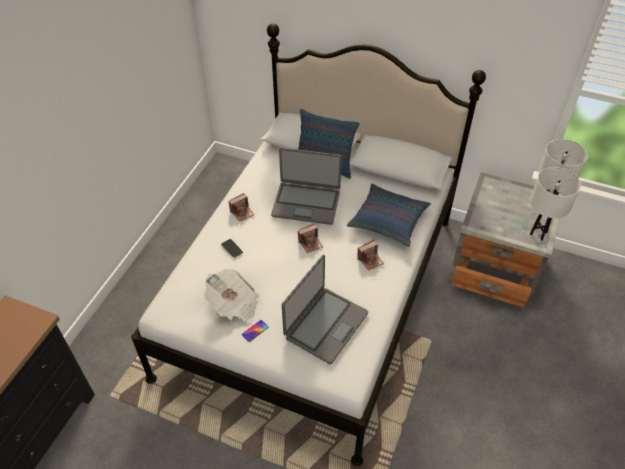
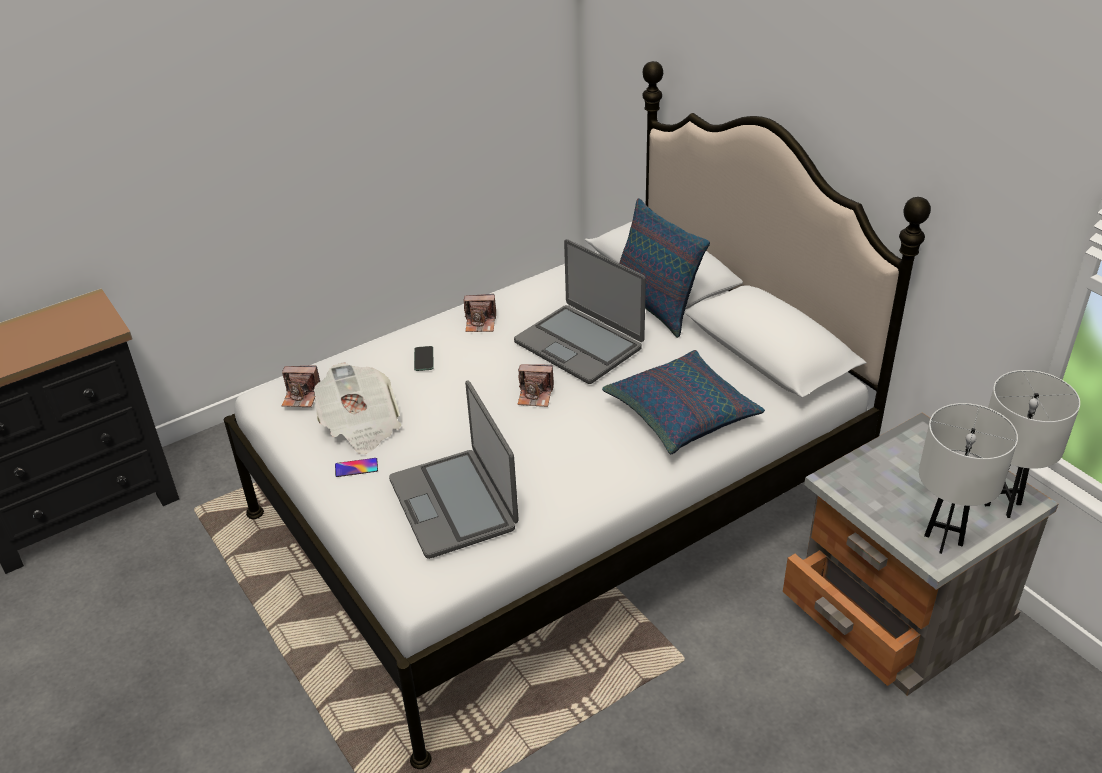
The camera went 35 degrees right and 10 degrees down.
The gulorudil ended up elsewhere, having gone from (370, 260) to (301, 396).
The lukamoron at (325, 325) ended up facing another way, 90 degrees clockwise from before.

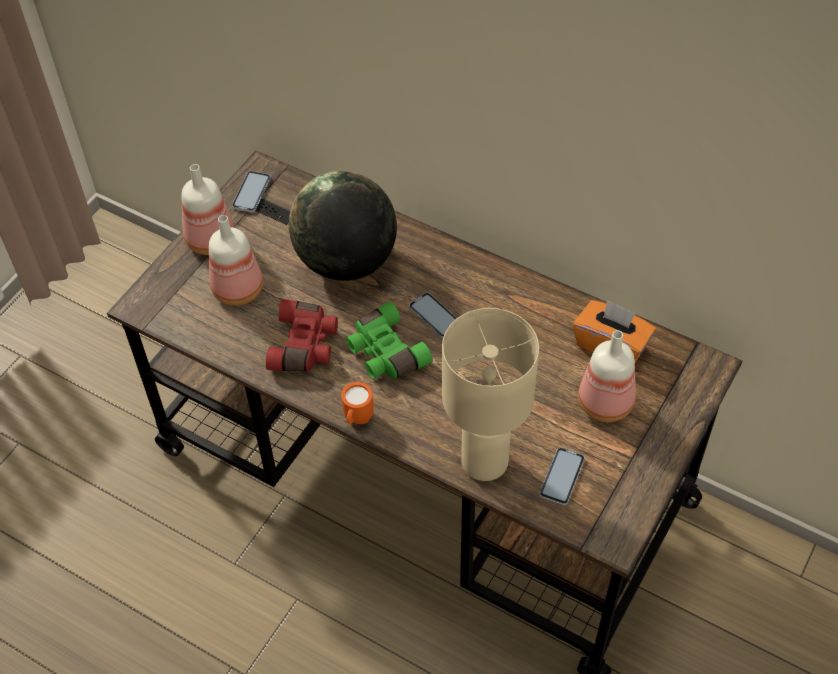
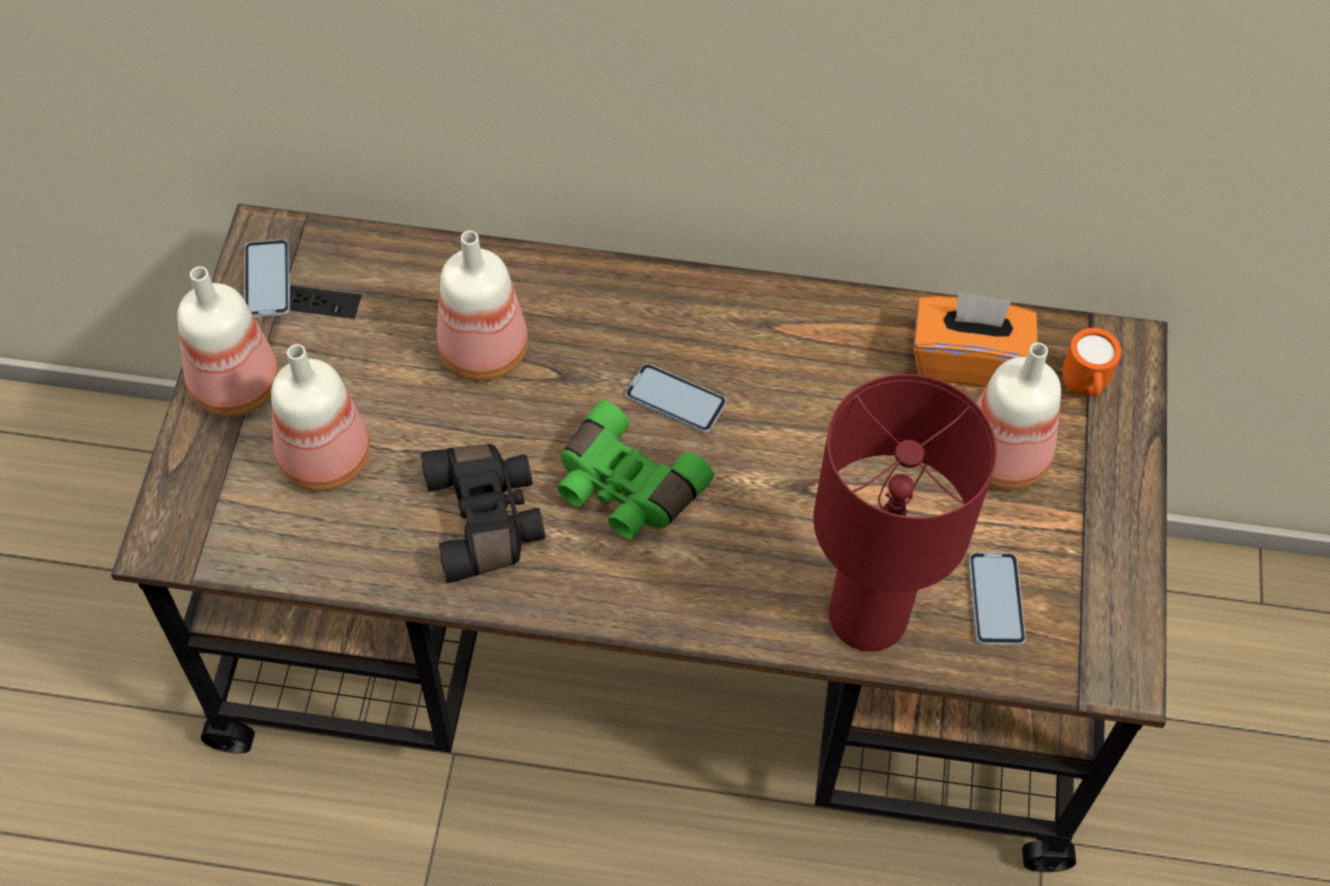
The camera went 25 degrees left and 5 degrees up.
Where the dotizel stood at (347, 261), the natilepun came to stand at (487, 351).
What was the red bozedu at (305, 345) turned into the black bozedu at (487, 519).
What was the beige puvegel at (485, 460) turned into the red puvegel at (868, 615).
The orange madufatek ended up elsewhere, having gone from (357, 420) to (1083, 389).

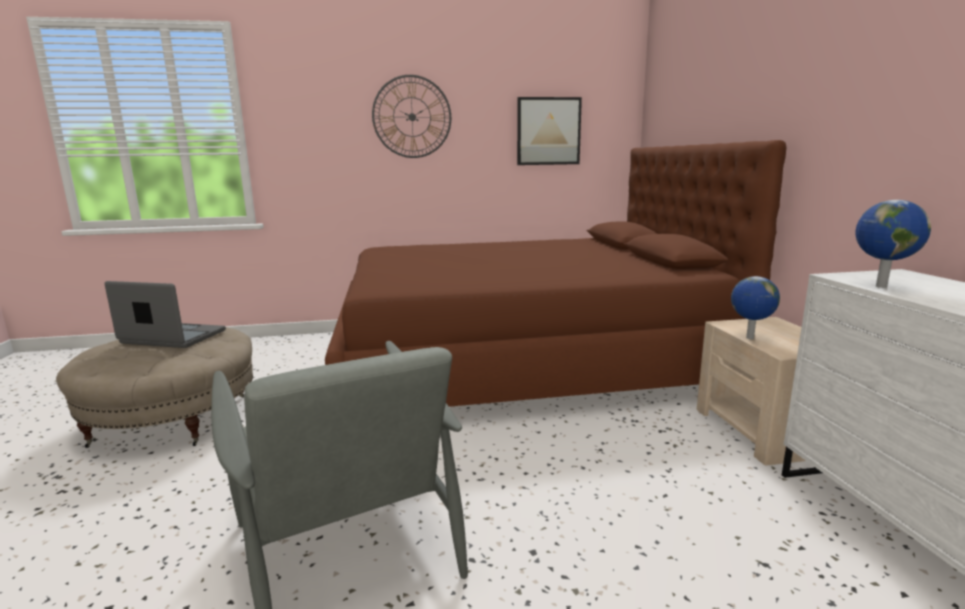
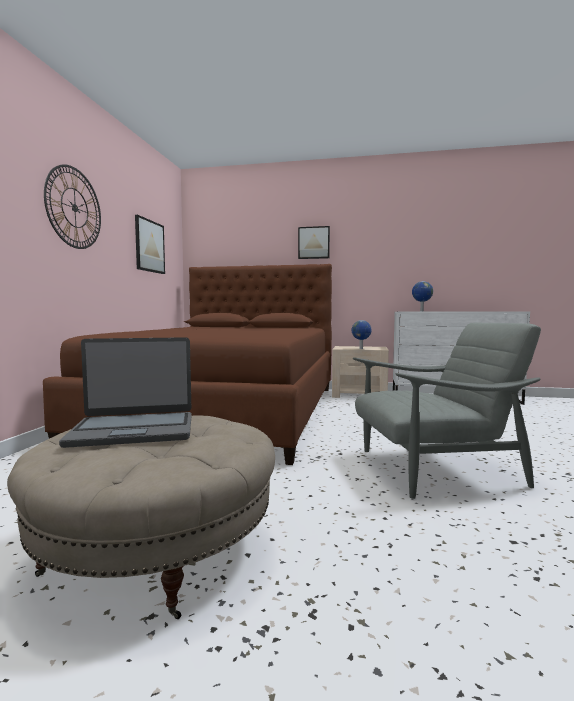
The camera went 70 degrees left and 10 degrees down.
The lukamoron at (172, 337) ended up facing another way, 135 degrees counterclockwise from before.
The second view gained the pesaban at (314, 243).

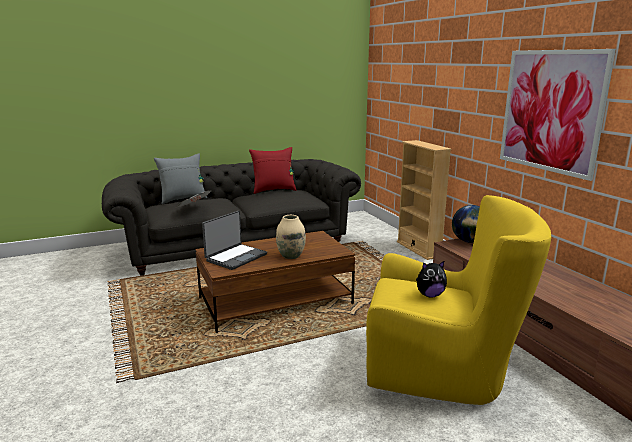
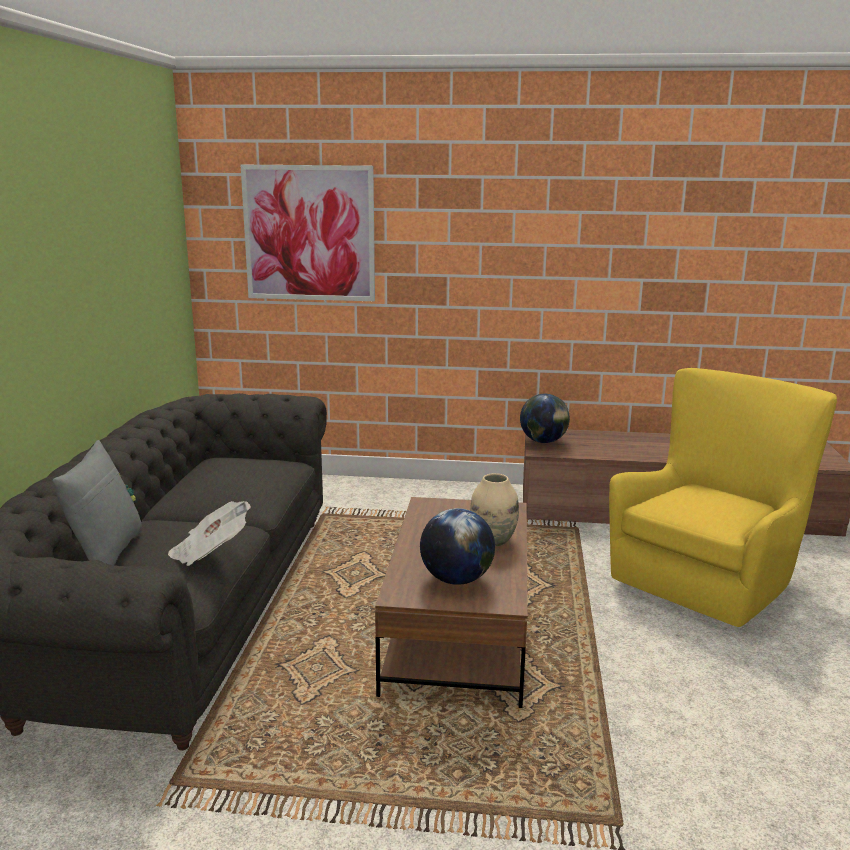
The camera went 60 degrees left and 0 degrees up.
The pesaban ended up elsewhere, having gone from (551, 111) to (309, 233).
The second view lost the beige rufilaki at (418, 249).
The second view lost the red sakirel at (273, 191).
Where the lukamoron stood at (235, 257), the dotizel came to stand at (456, 579).
The second view lost the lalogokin at (429, 295).

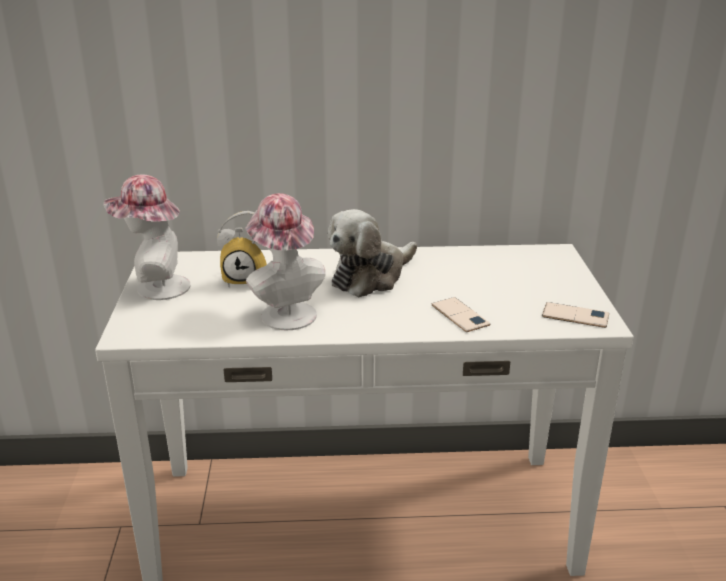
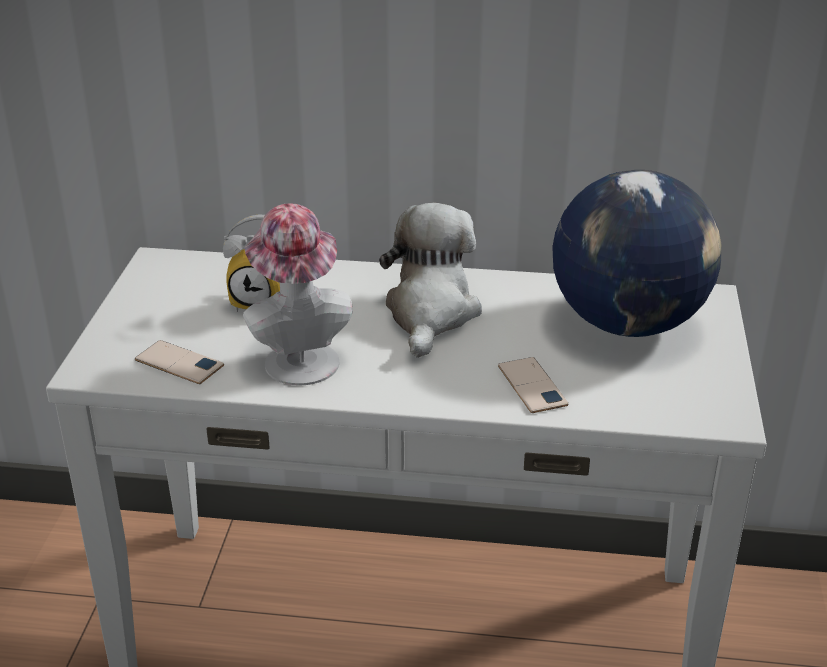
The camera went 10 degrees right and 5 degrees up.
The second view lost the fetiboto at (156, 288).
The lalogokin at (371, 277) ended up facing another way, 135 degrees clockwise from before.
The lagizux ended up elsewhere, having gone from (575, 315) to (179, 363).
The second view gained the dotizel at (629, 323).

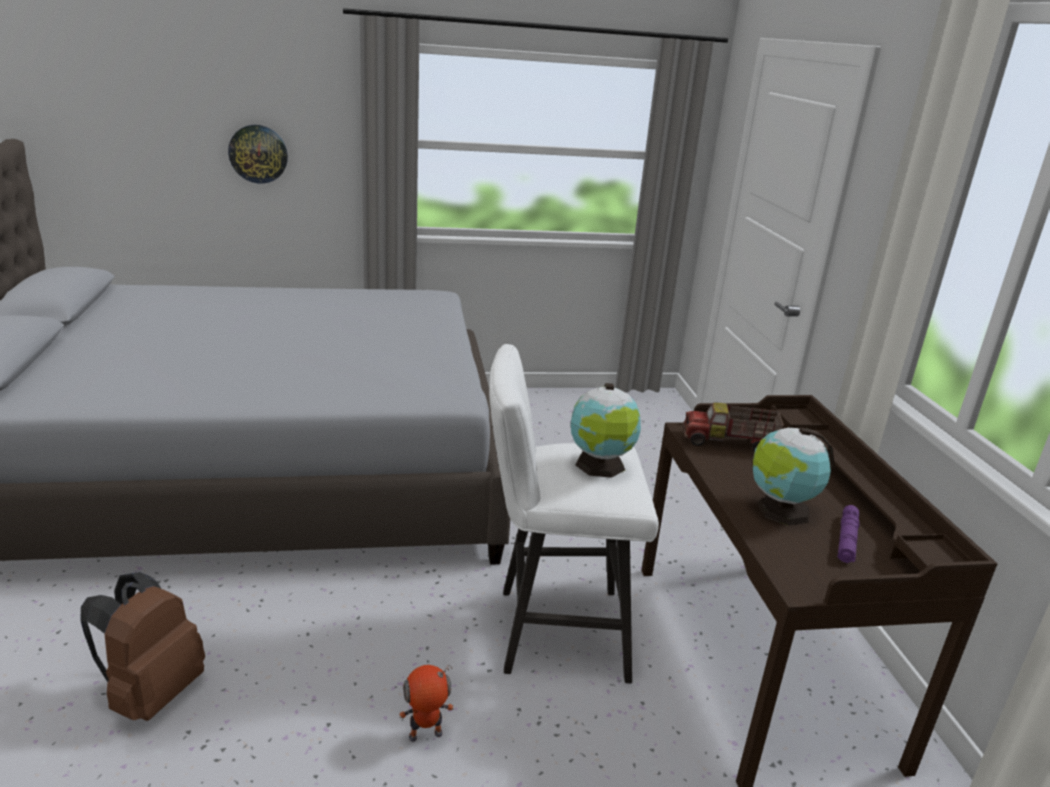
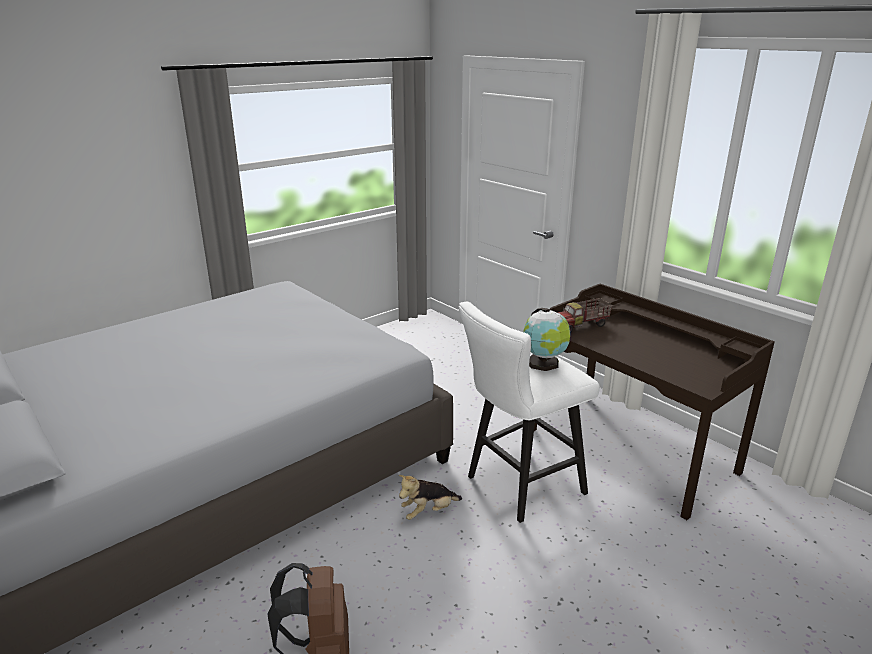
The camera went 30 degrees left and 0 degrees up.
The second view lost the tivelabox at (258, 154).
The second view lost the dotizel at (780, 510).
The second view lost the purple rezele at (846, 540).
The second view lost the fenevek at (425, 736).
The second view gained the lalogokin at (428, 512).

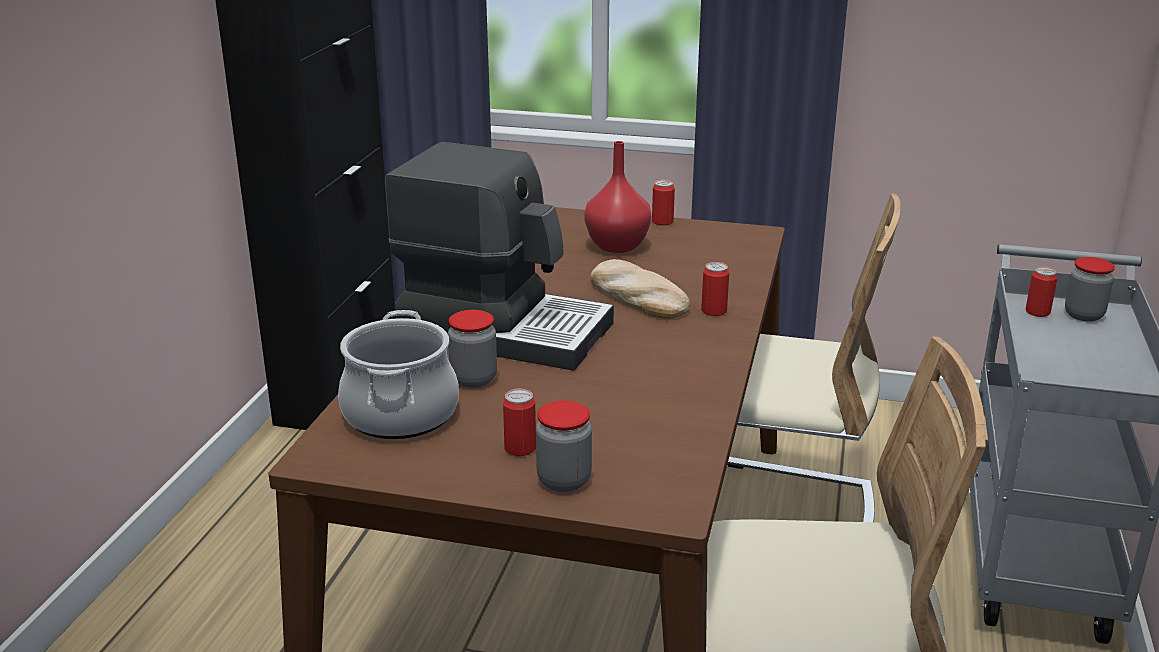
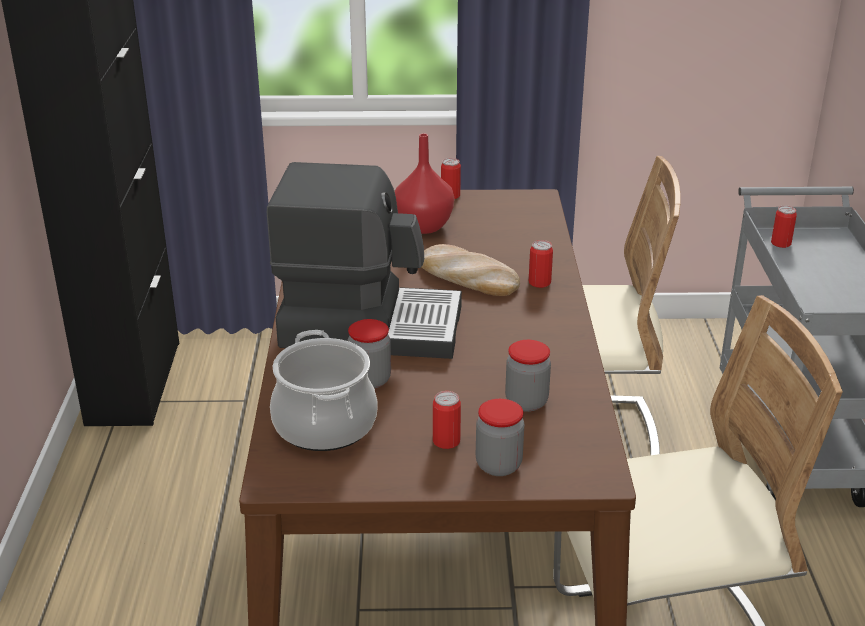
The camera went 15 degrees left and 5 degrees up.
The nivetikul ended up elsewhere, having gone from (1083, 315) to (526, 402).

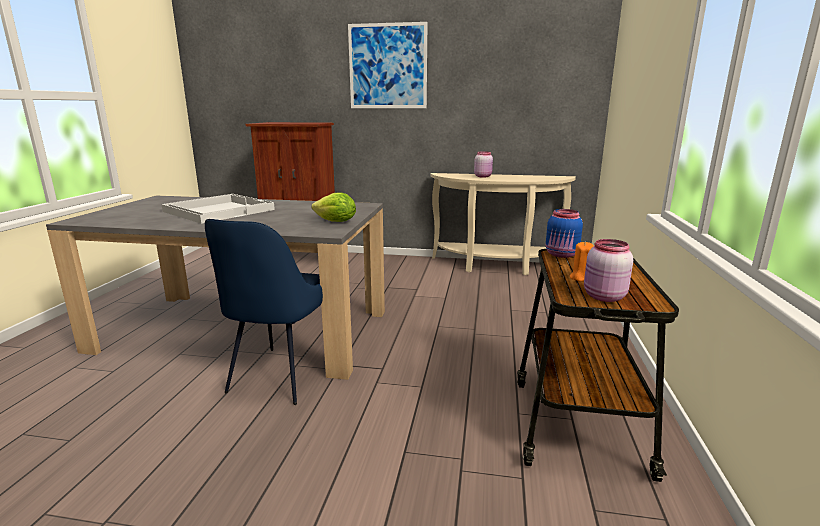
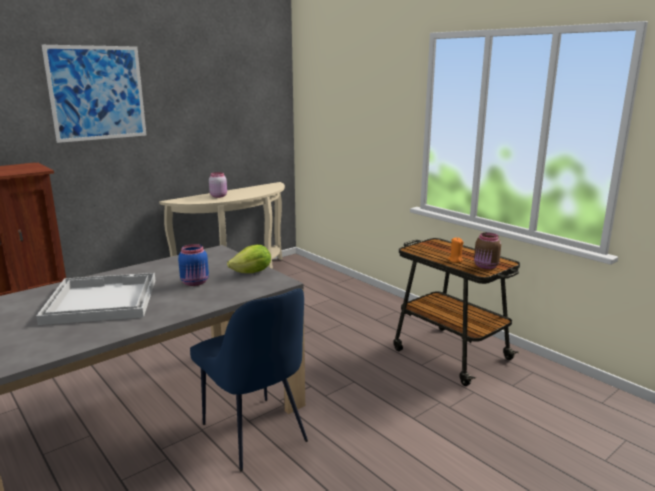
The camera went 50 degrees left and 0 degrees up.
The blue nivetikul ended up elsewhere, having gone from (562, 255) to (195, 283).
What was the pink nivetikul at (603, 297) turned into the brown nivetikul at (486, 266).

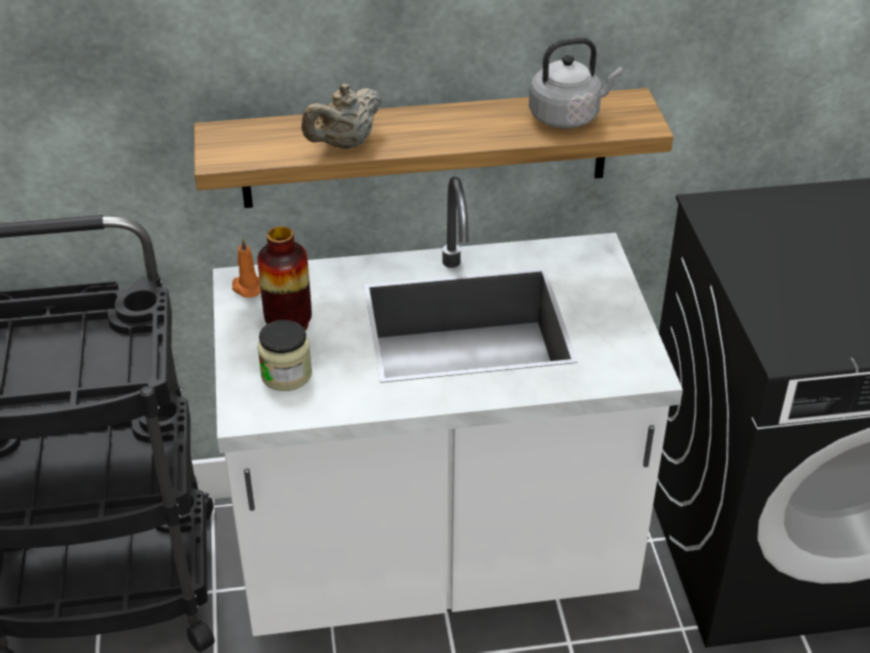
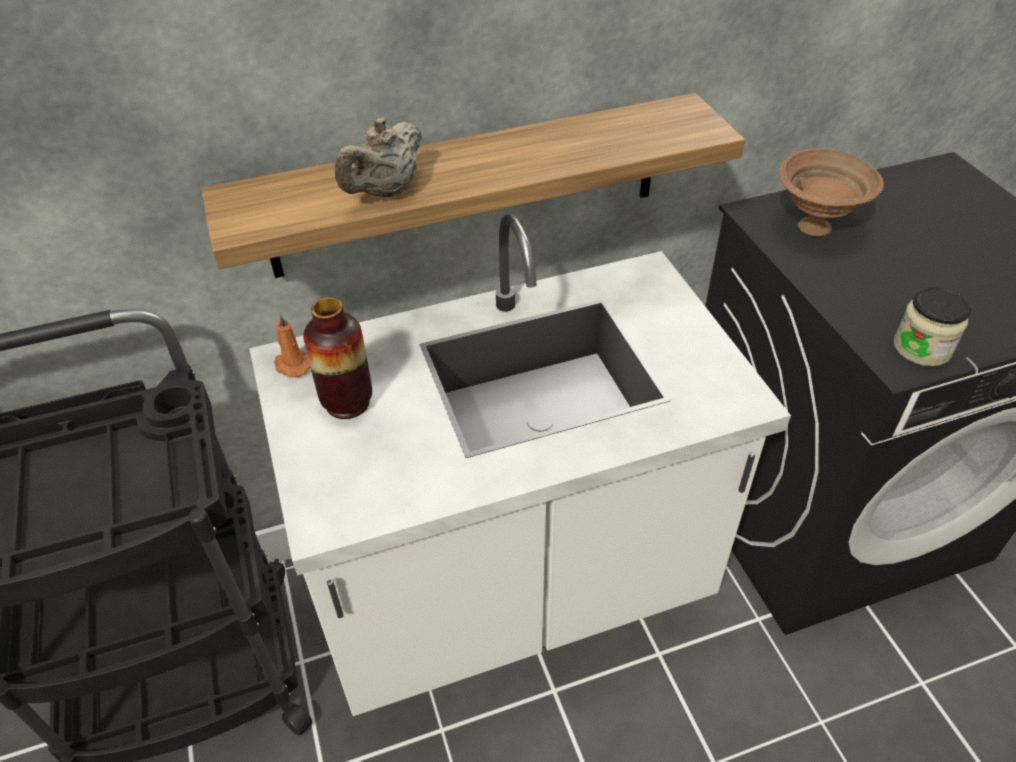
The camera went 10 degrees left and 5 degrees up.
The second view lost the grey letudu at (568, 116).
The nivetikul ended up elsewhere, having gone from (286, 375) to (921, 348).
The second view gained the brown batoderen at (816, 227).

